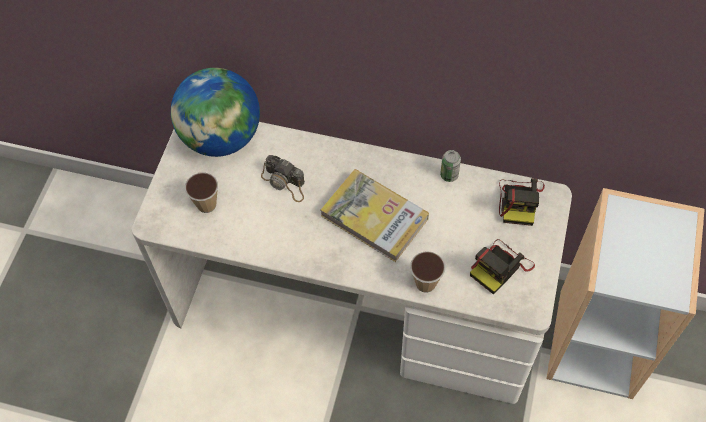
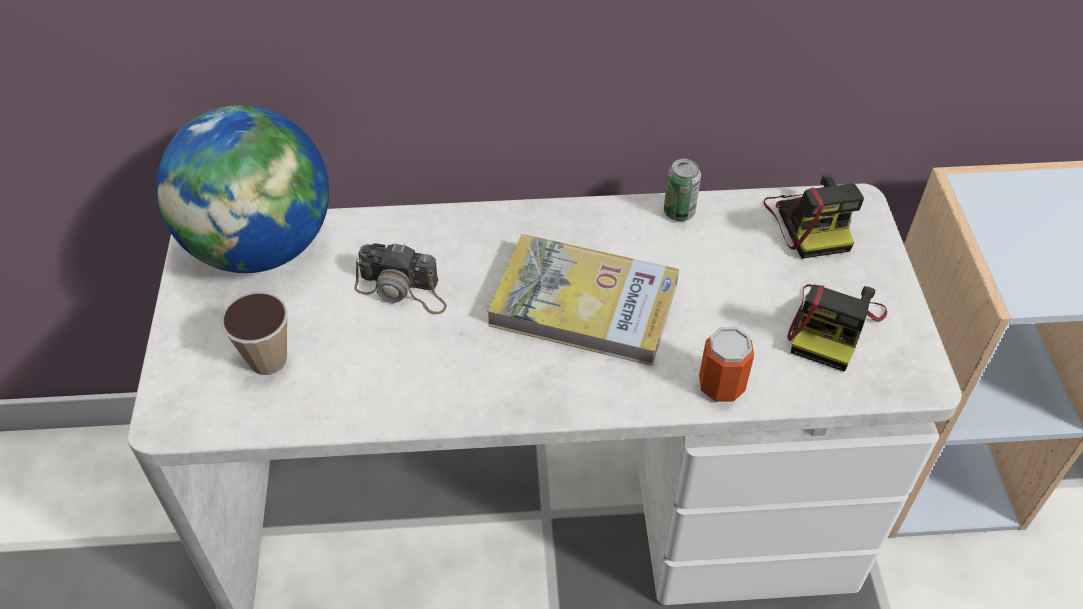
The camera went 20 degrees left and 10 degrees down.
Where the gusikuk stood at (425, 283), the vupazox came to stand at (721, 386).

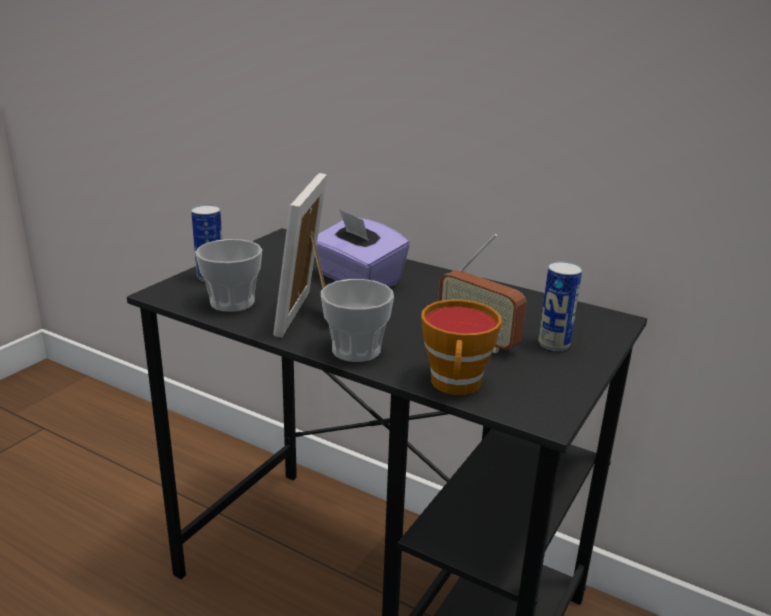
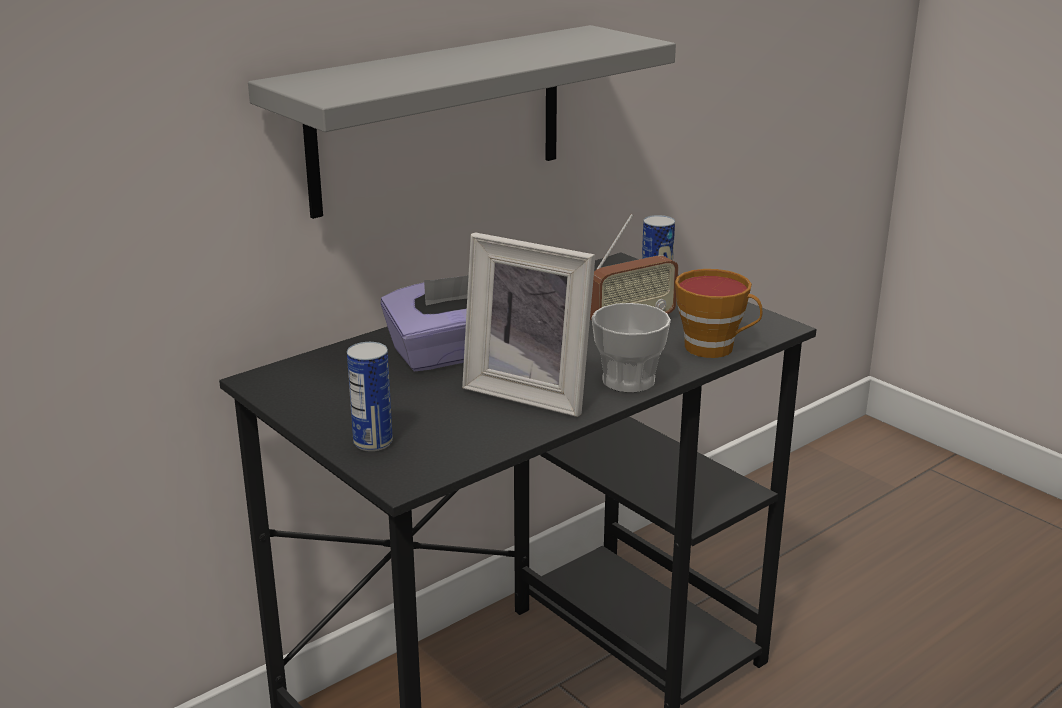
The camera went 70 degrees left and 0 degrees up.
The second view lost the gusikuk at (232, 302).
The second view gained the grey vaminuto at (438, 119).

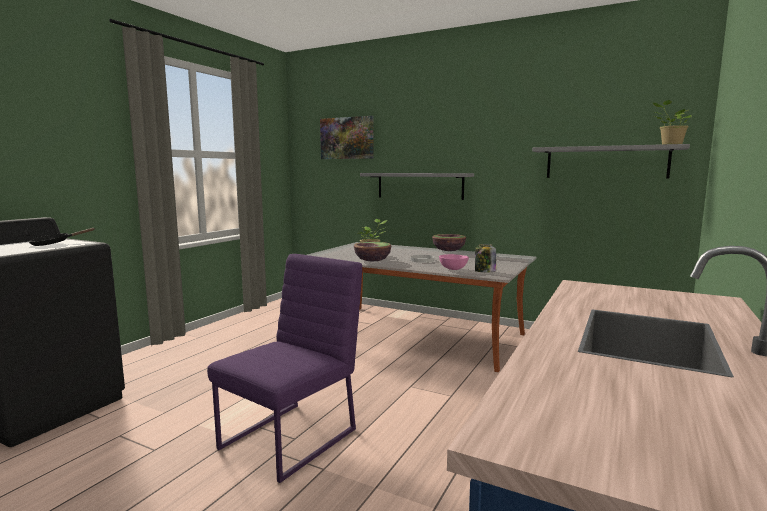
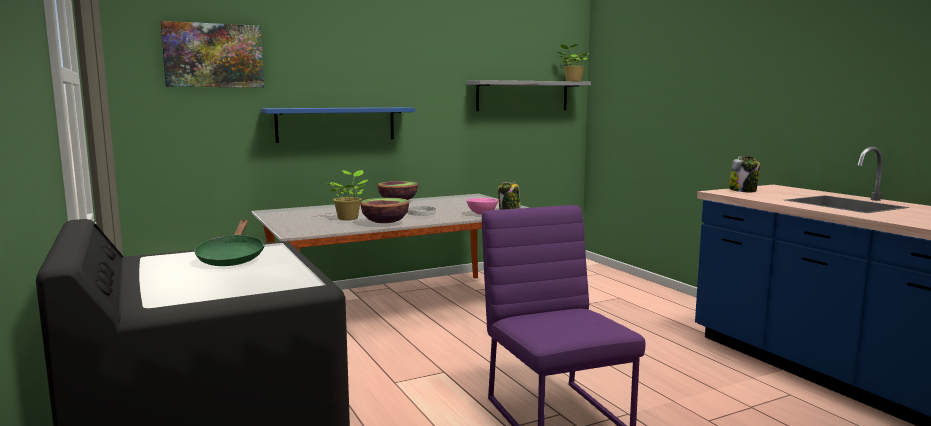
The camera went 55 degrees left and 0 degrees up.
What was the grey vaminuto at (419, 185) turned into the blue vaminuto at (336, 124).
What was the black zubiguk at (54, 244) turned into the green zubiguk at (232, 258).
The second view gained the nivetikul at (743, 190).

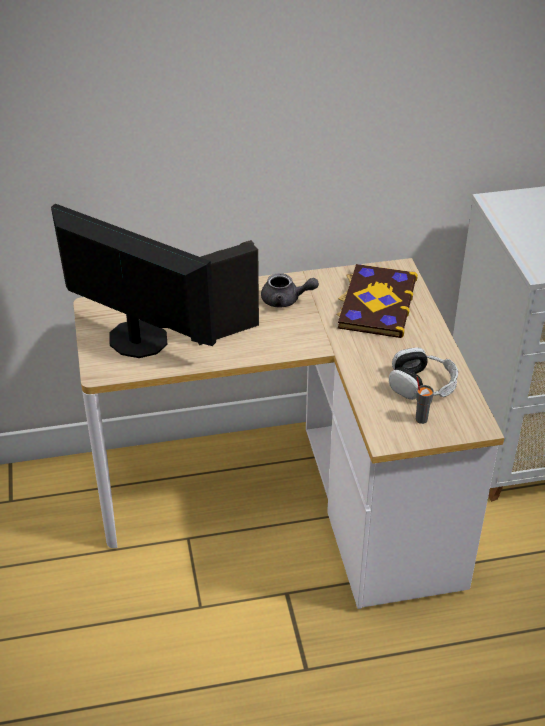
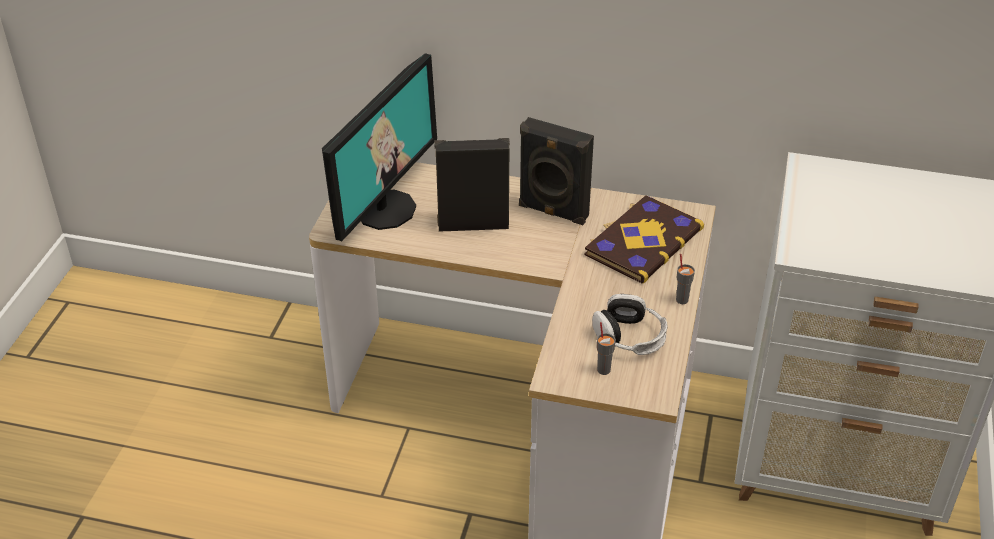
The camera went 25 degrees right and 0 degrees up.
The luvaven at (137, 340) ended up facing another way, 60 degrees clockwise from before.
Where the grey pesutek stood at (286, 300), the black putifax came to stand at (552, 212).
The second view gained the grey gusikuk at (682, 299).

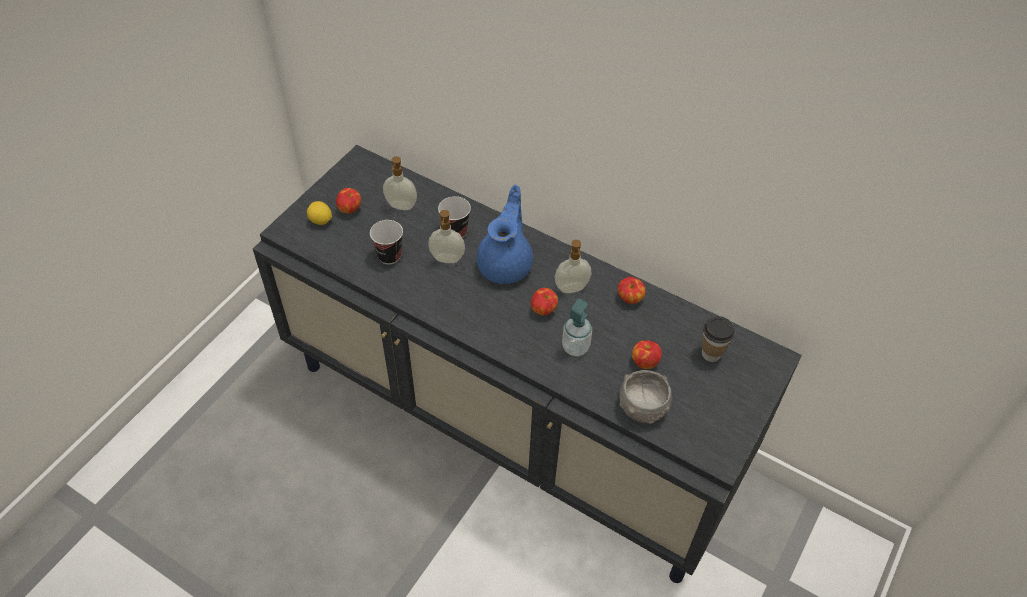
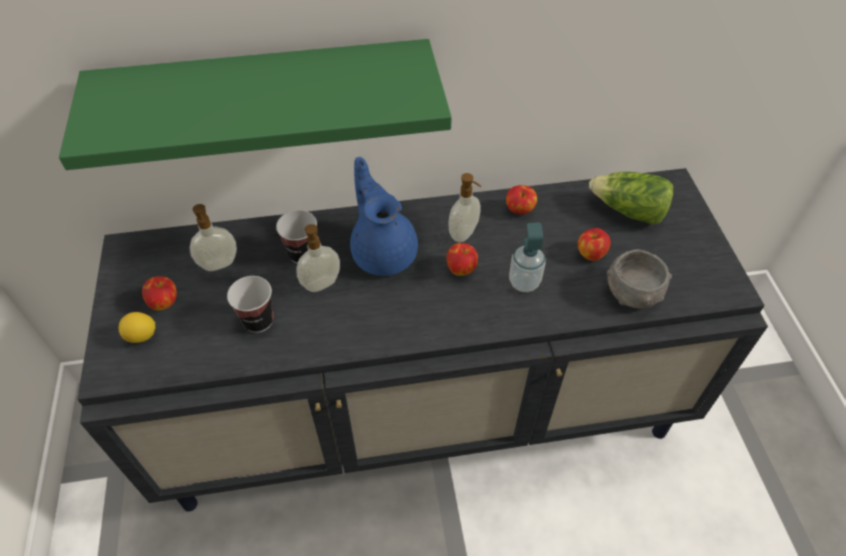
The camera went 40 degrees left and 0 degrees up.
Where the gusikuk stood at (711, 353), the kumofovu came to stand at (628, 211).
The second view gained the green vaminuto at (267, 95).

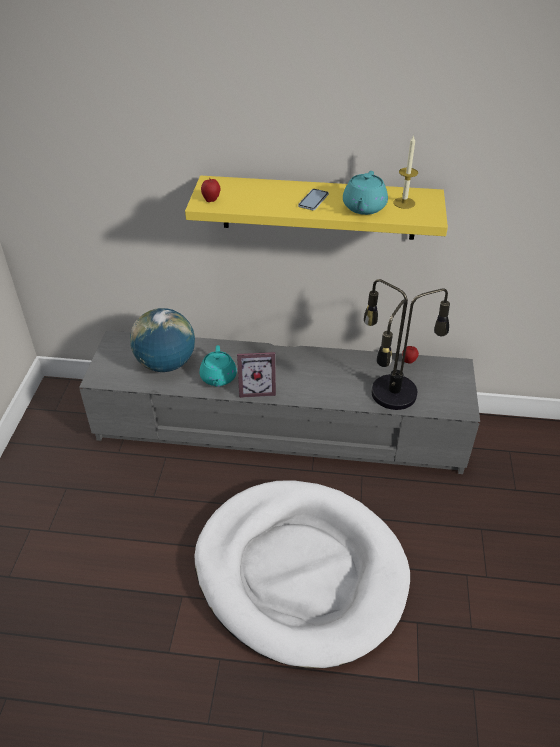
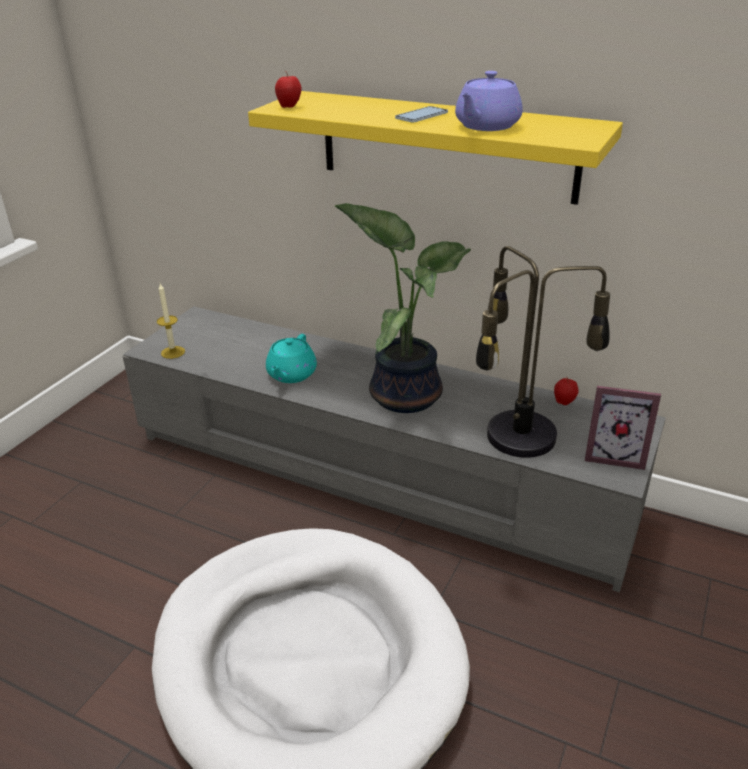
The camera went 20 degrees right and 10 degrees down.
The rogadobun ended up elsewhere, having gone from (404, 203) to (173, 352).
What was the turquoise pesutek at (364, 207) turned into the purple pesutek at (486, 126).
The second view lost the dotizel at (166, 364).
The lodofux ended up elsewhere, having gone from (257, 389) to (614, 455).
The second view gained the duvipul at (405, 393).

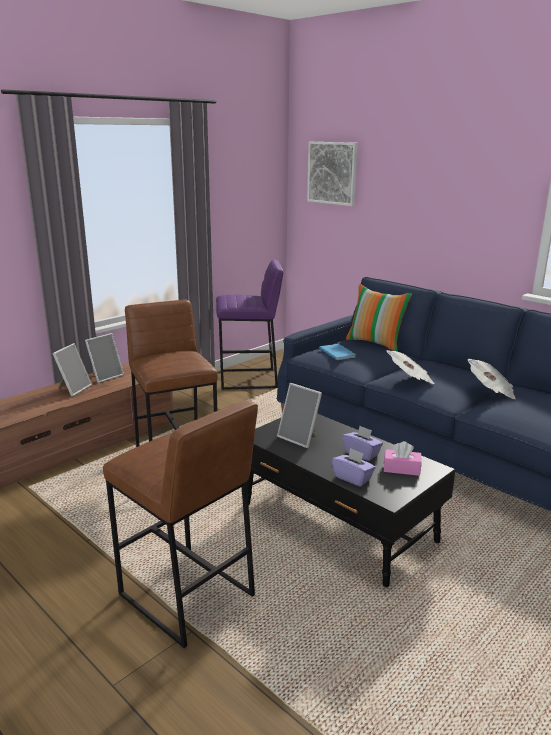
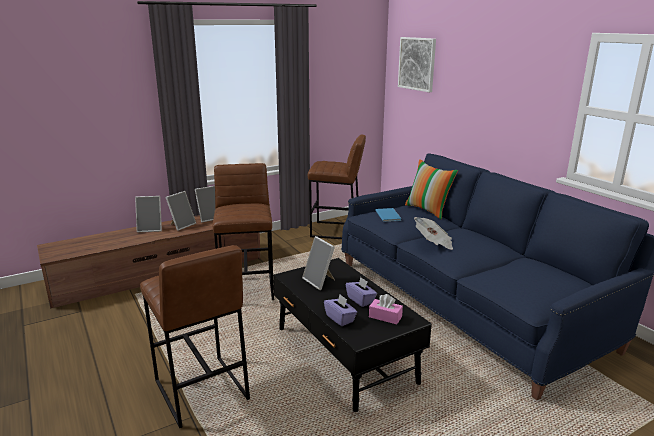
The camera went 15 degrees right and 0 degrees up.
What was the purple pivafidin at (249, 379) turned into the brown pivafidin at (336, 231).
The second view lost the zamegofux at (490, 391).
The second view gained the lodofux at (151, 229).

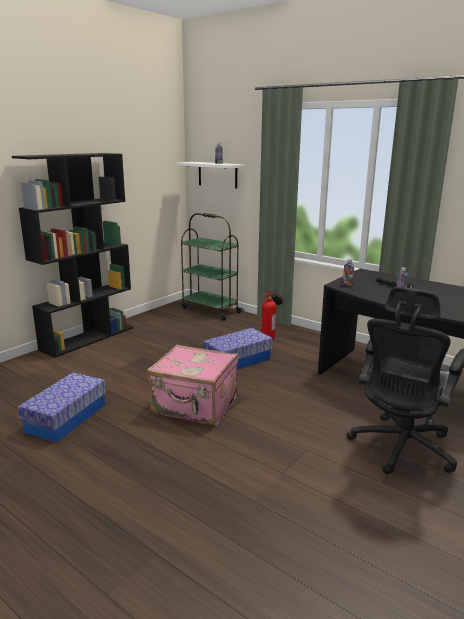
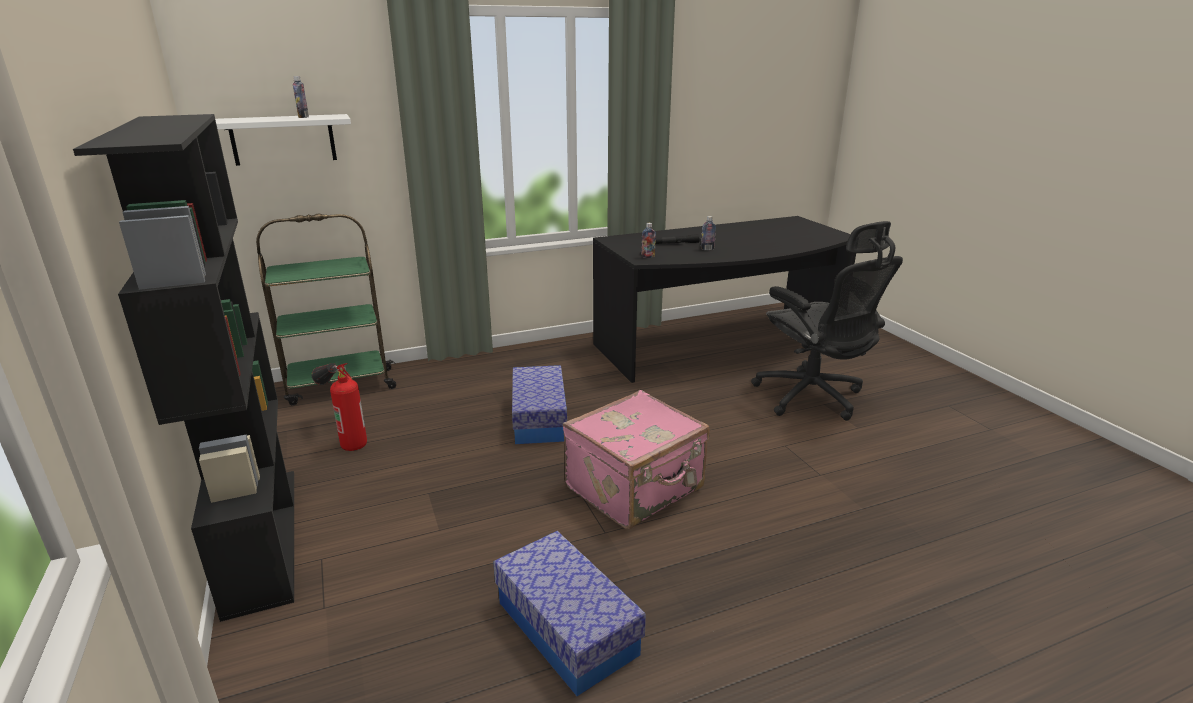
The camera went 60 degrees left and 5 degrees up.
The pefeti ended up elsewhere, having gone from (271, 333) to (344, 434).

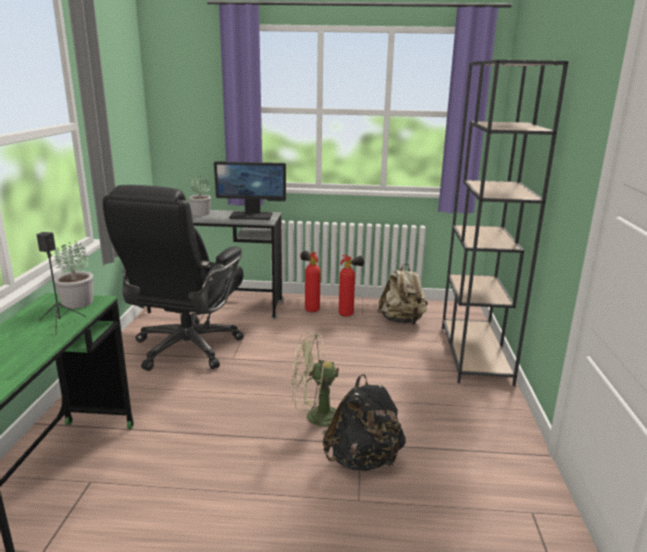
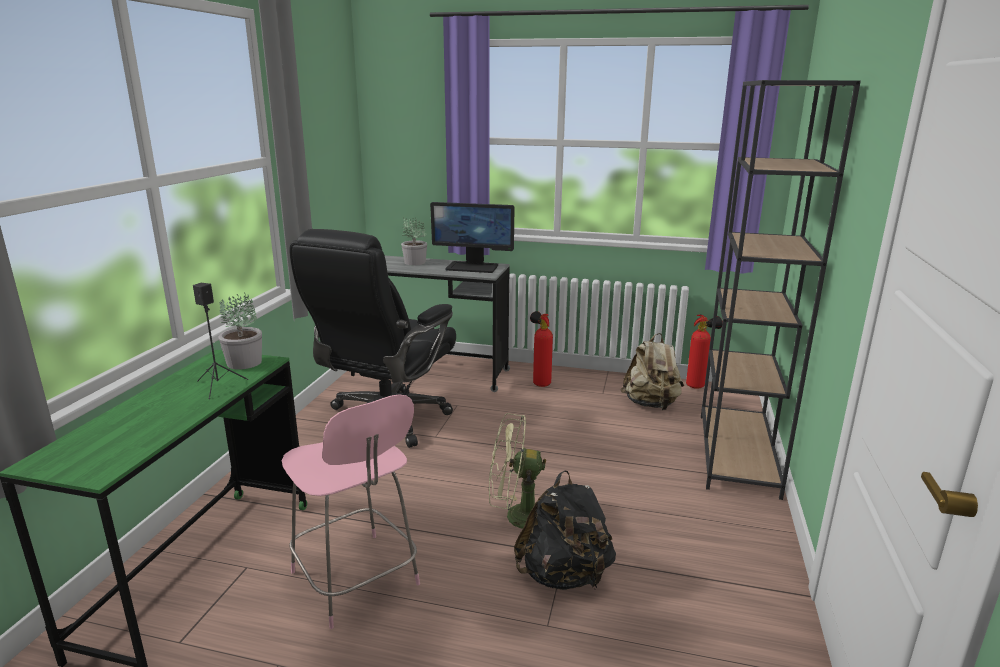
The camera went 10 degrees right and 0 degrees up.
The pefeti ended up elsewhere, having gone from (349, 314) to (698, 386).
The second view gained the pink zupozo at (357, 581).

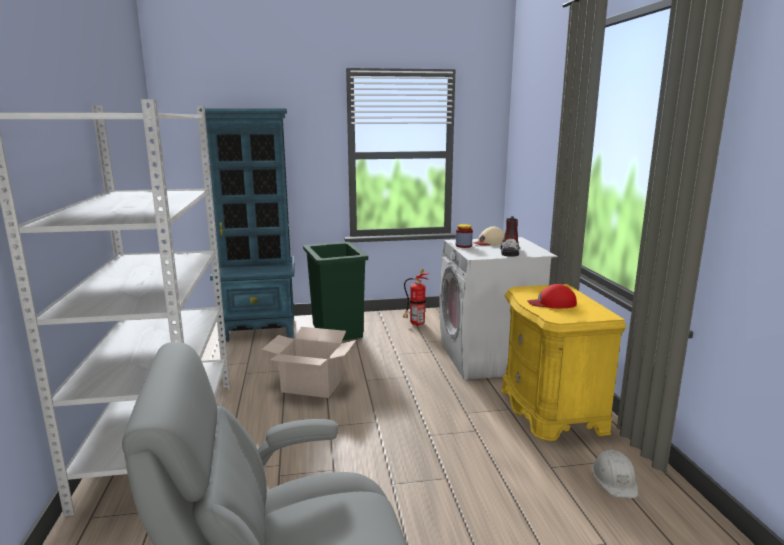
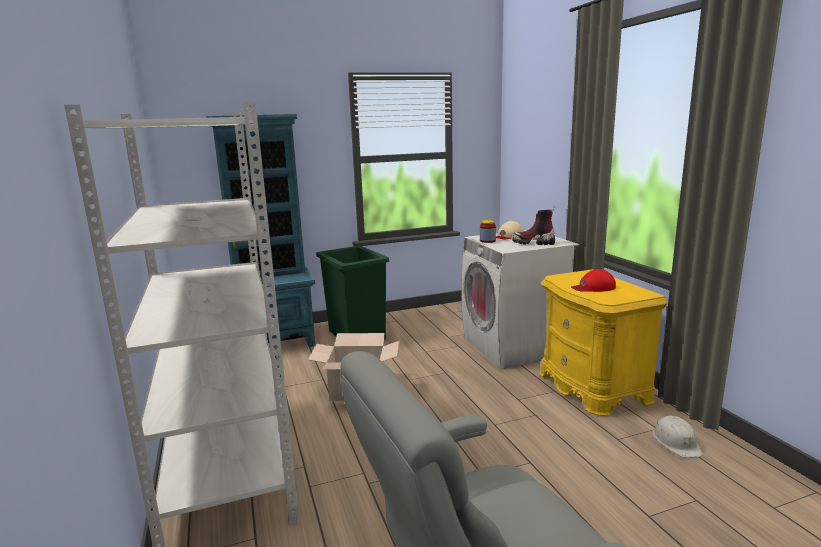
The camera went 10 degrees left and 0 degrees up.
The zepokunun at (509, 251) ended up facing another way, 75 degrees counterclockwise from before.
The second view lost the pefeti at (415, 324).

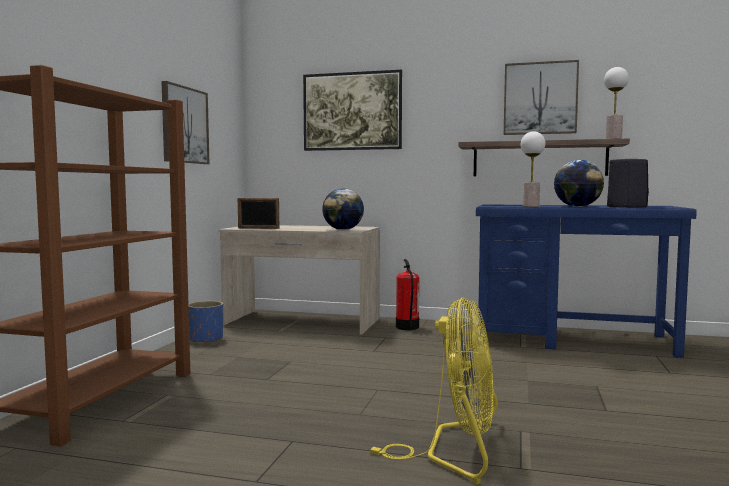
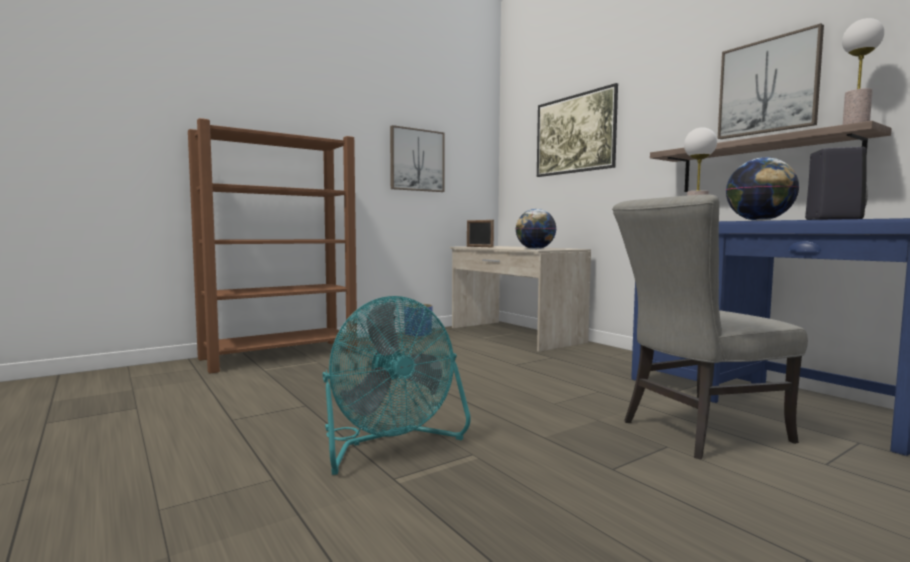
The camera went 40 degrees right and 0 degrees up.
The second view lost the pefeti at (407, 327).
What was the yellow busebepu at (453, 448) turned into the turquoise busebepu at (384, 446).
The second view gained the grey zupozo at (695, 431).

